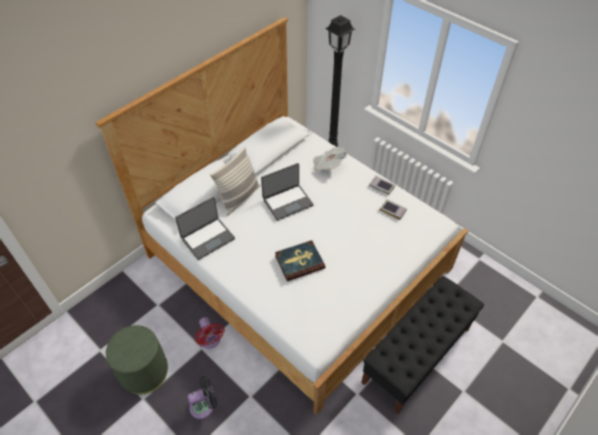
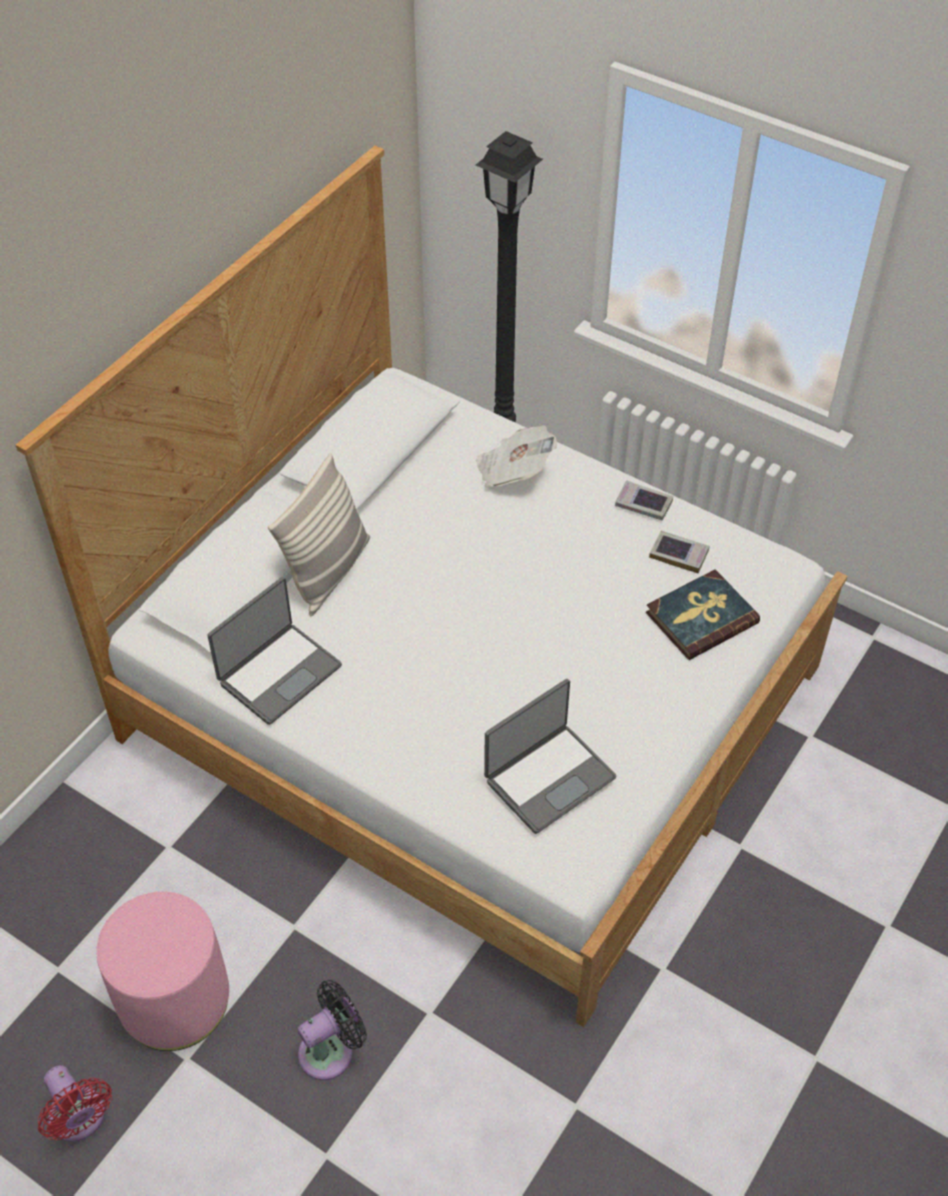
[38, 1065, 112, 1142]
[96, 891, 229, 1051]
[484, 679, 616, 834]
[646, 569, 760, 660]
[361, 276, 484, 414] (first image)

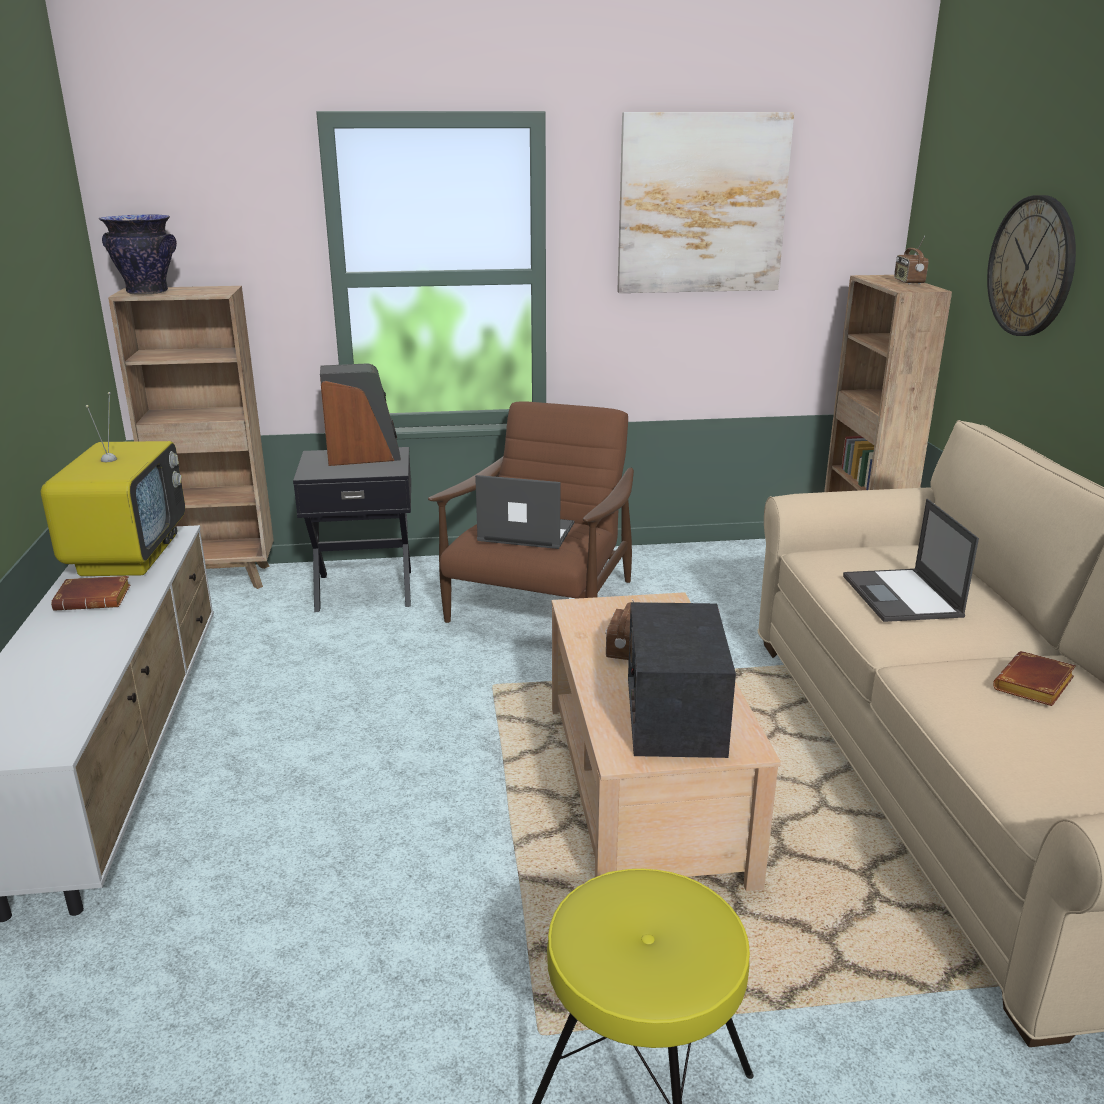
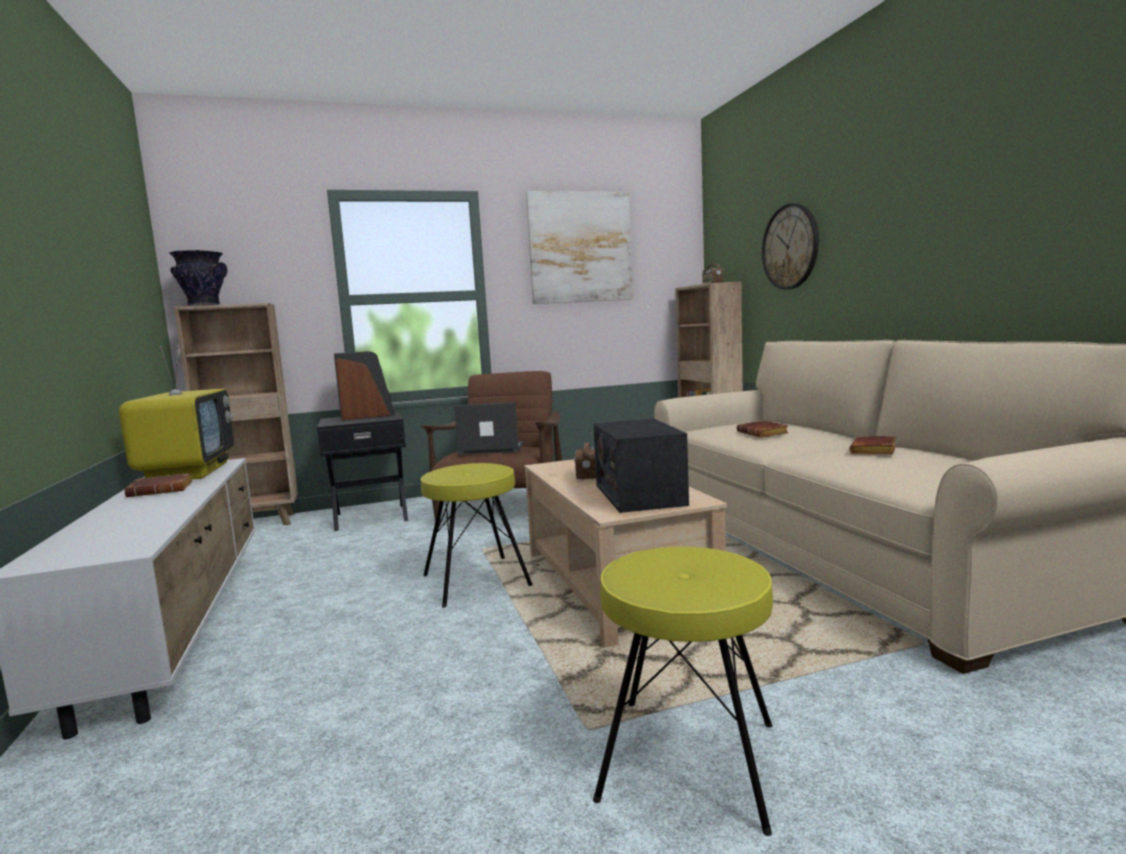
[421, 463, 533, 608]
[737, 420, 789, 438]

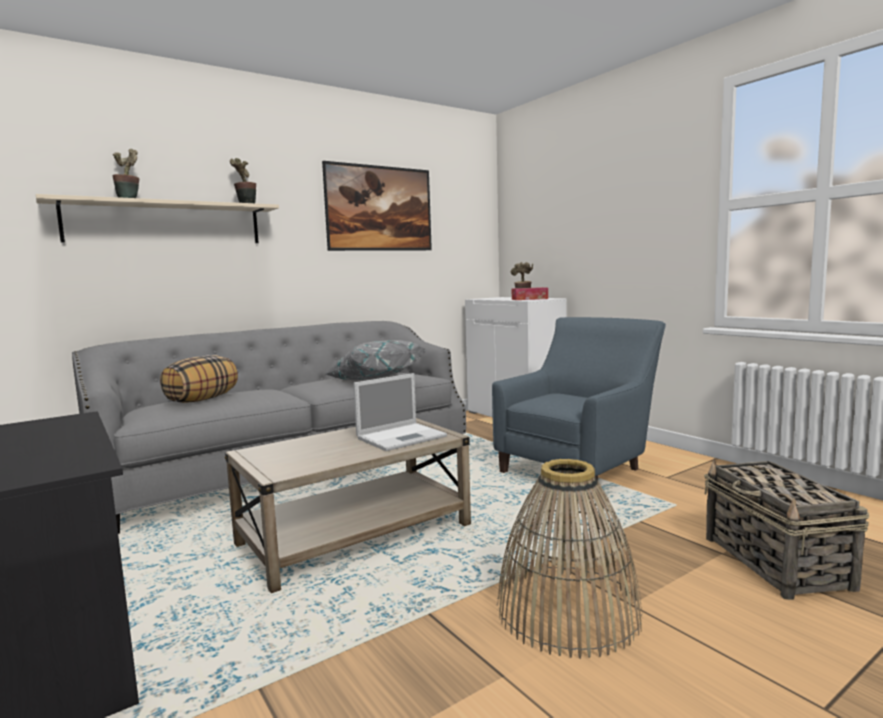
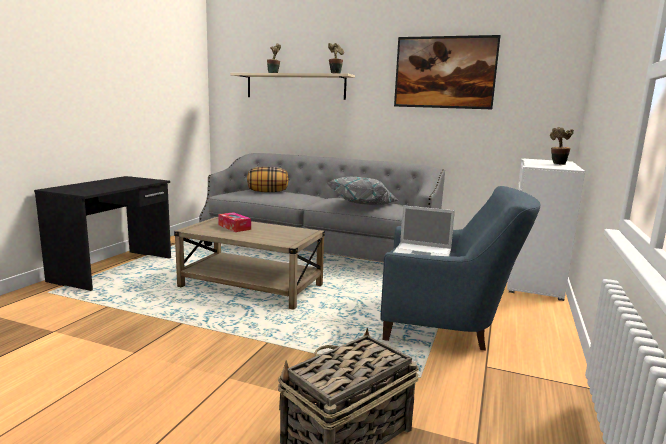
[218, 212, 251, 232]
[394, 205, 455, 256]
[497, 459, 642, 659] (first image)

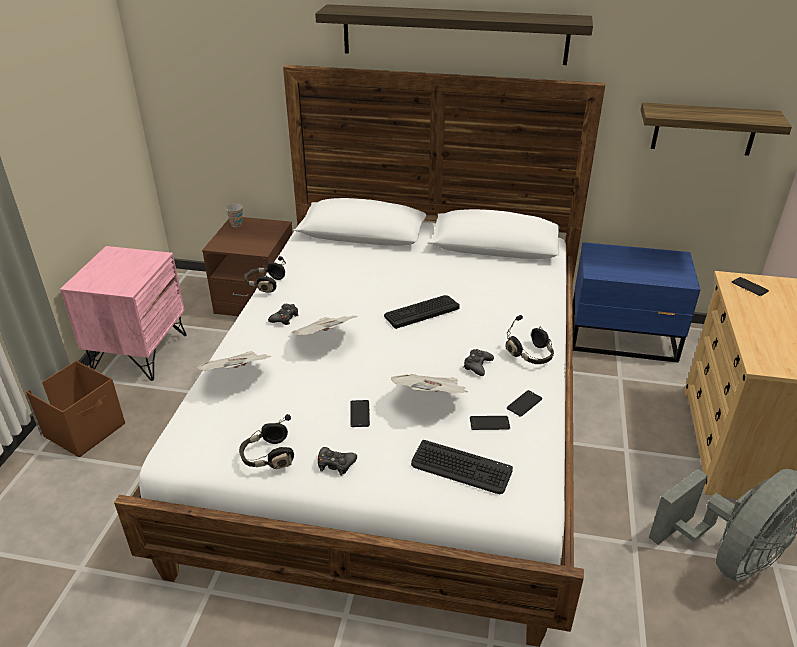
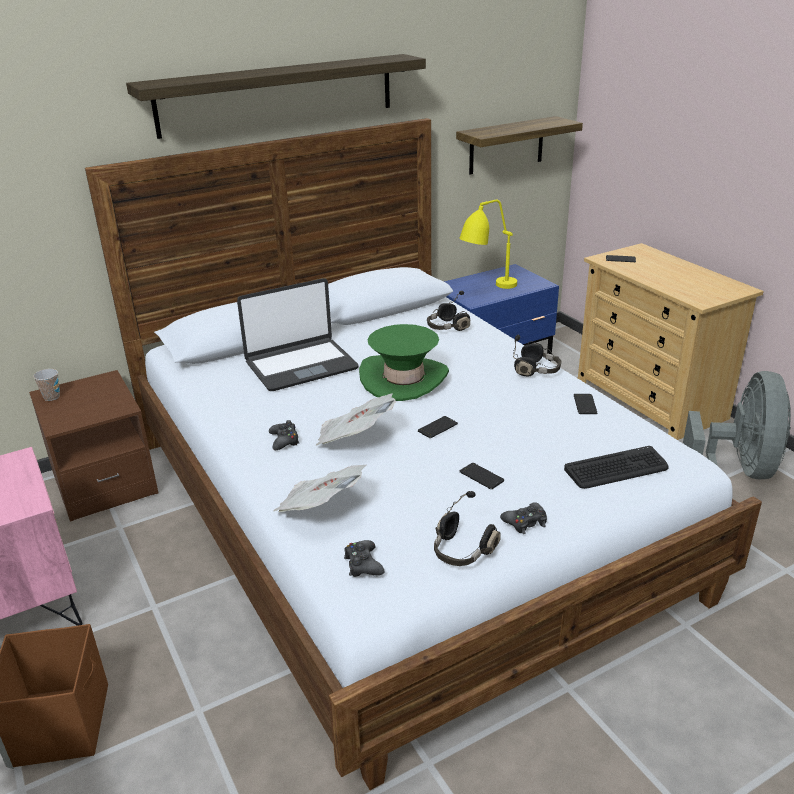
[237, 278, 359, 391]
[344, 540, 384, 577]
[359, 324, 449, 401]
[418, 416, 458, 438]
[427, 291, 470, 331]
[460, 200, 517, 289]
[391, 374, 468, 394] (first image)

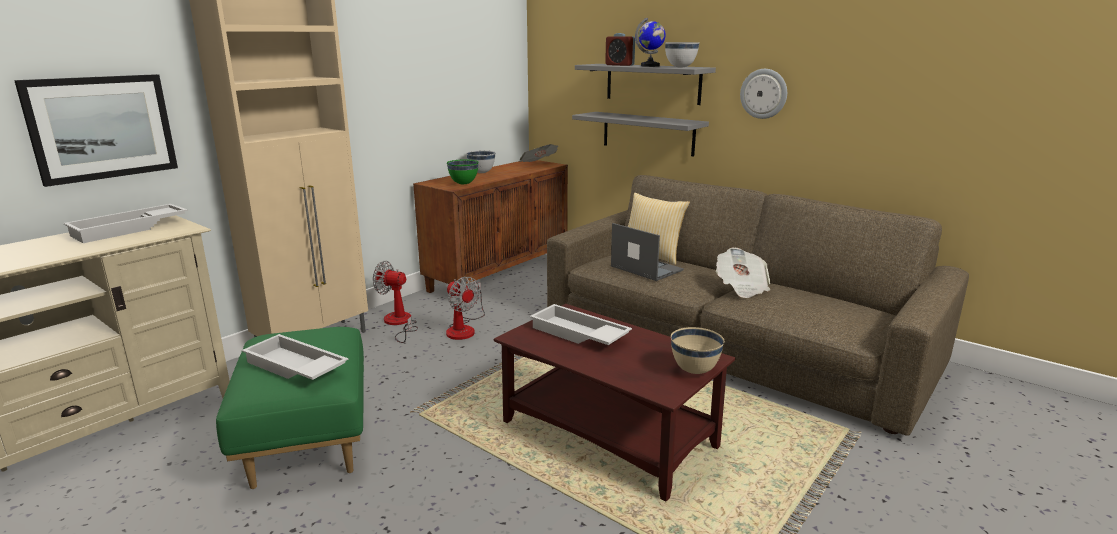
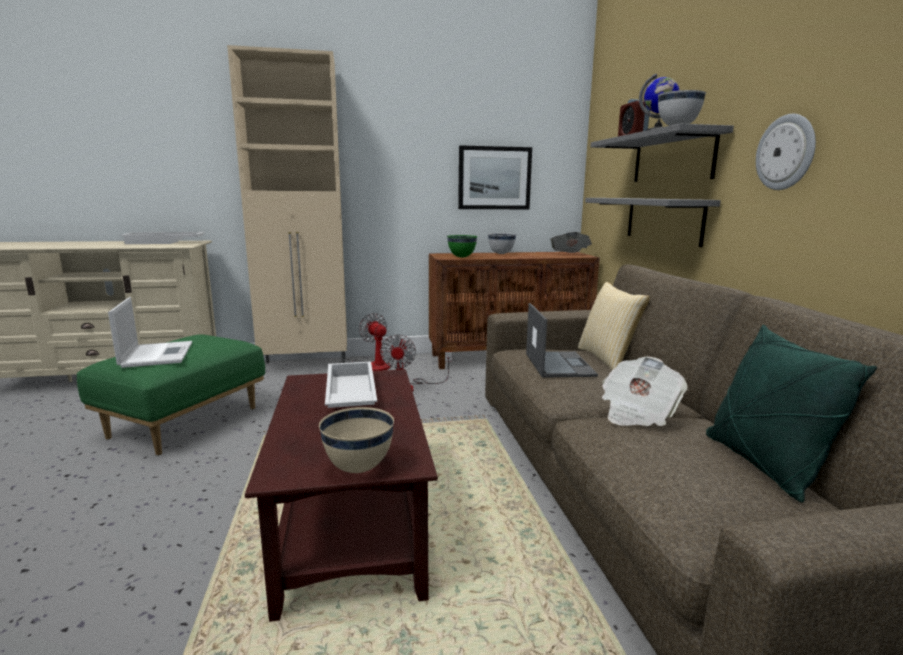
[108, 297, 192, 368]
[458, 145, 532, 209]
[706, 325, 877, 503]

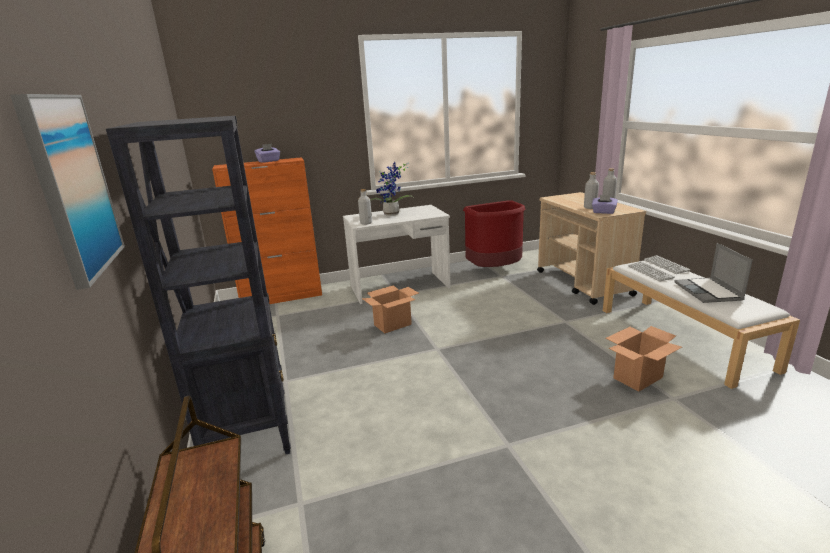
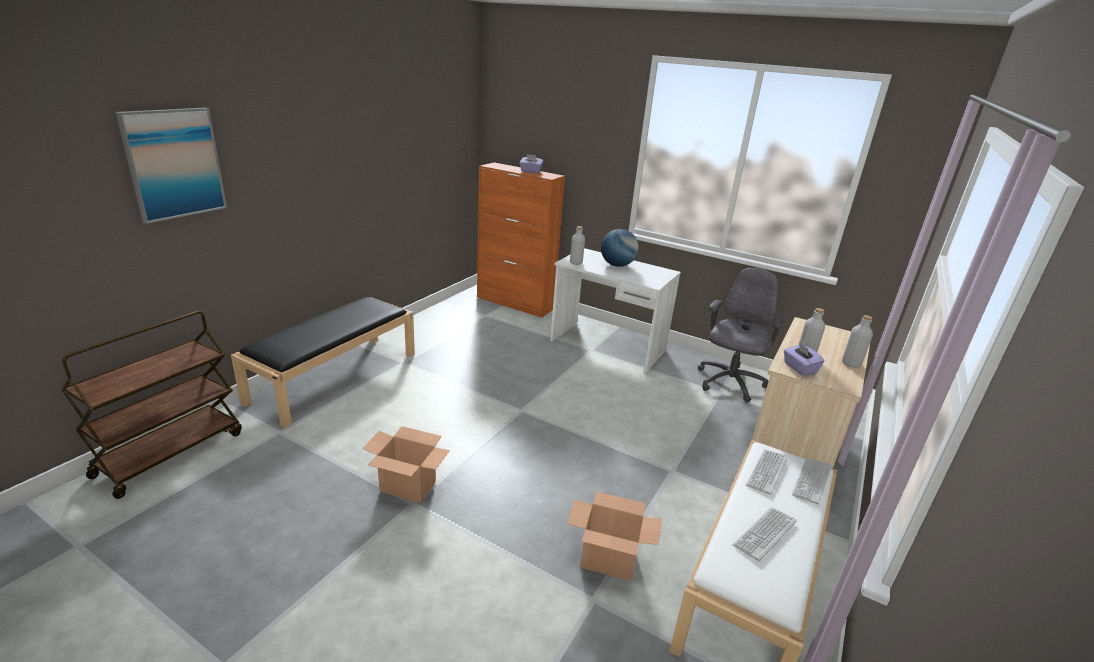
[231, 297, 415, 428]
[362, 426, 450, 503]
[601, 229, 639, 267]
[698, 268, 785, 403]
[733, 507, 797, 561]

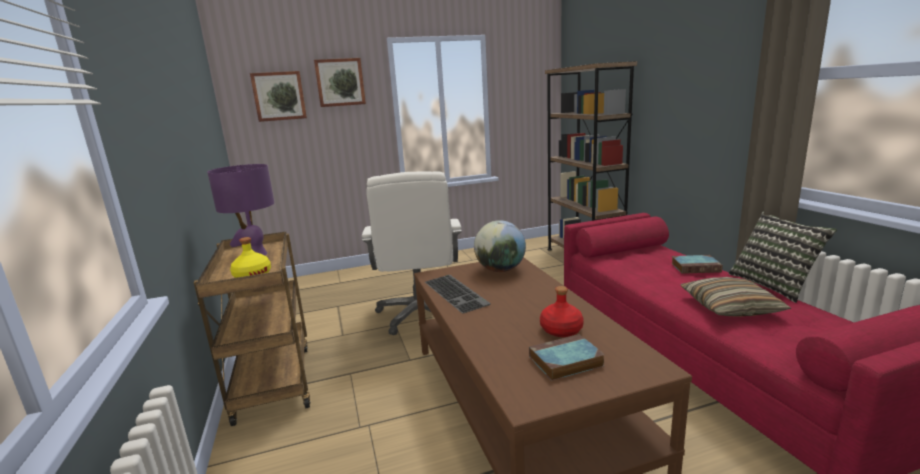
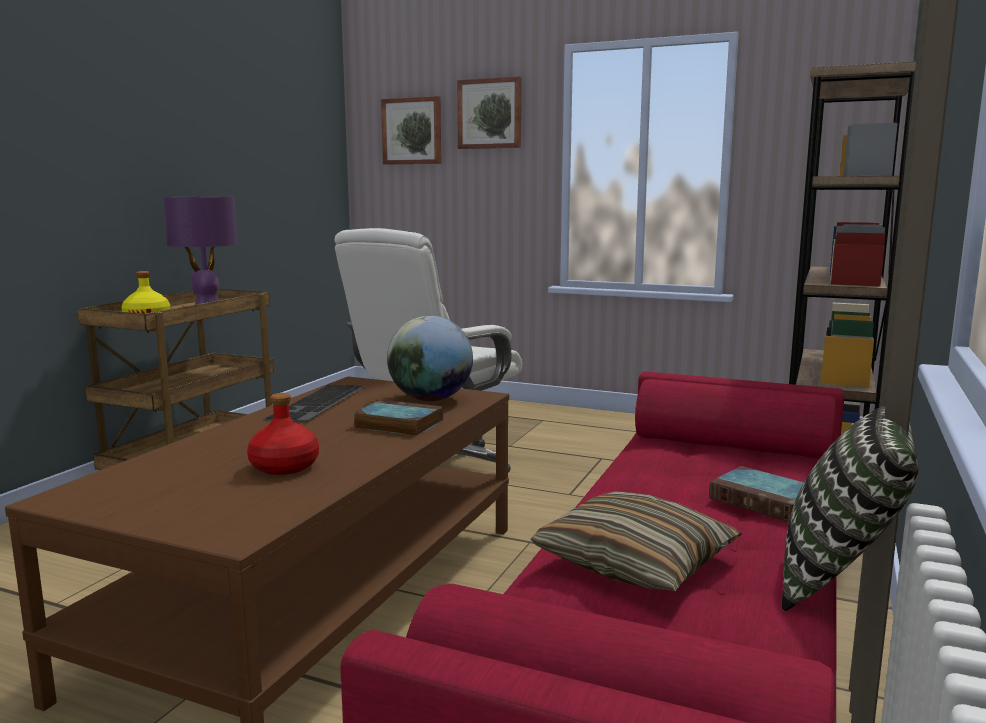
[353, 400, 443, 436]

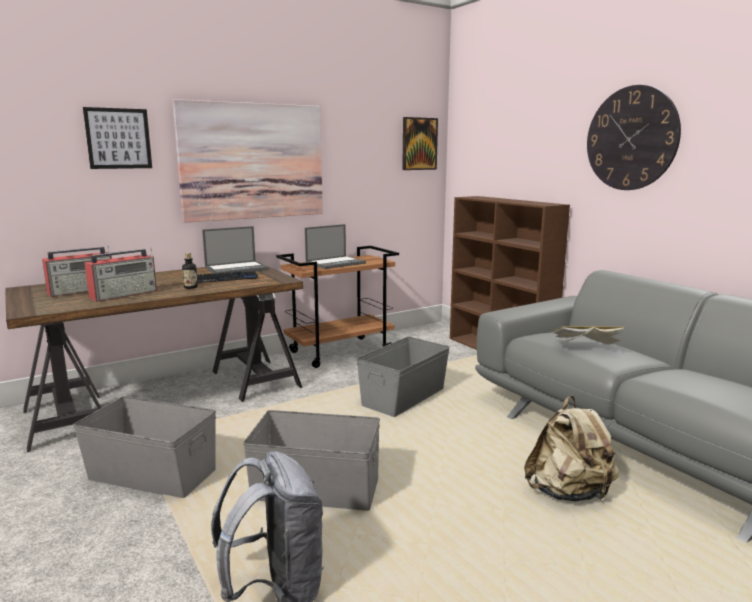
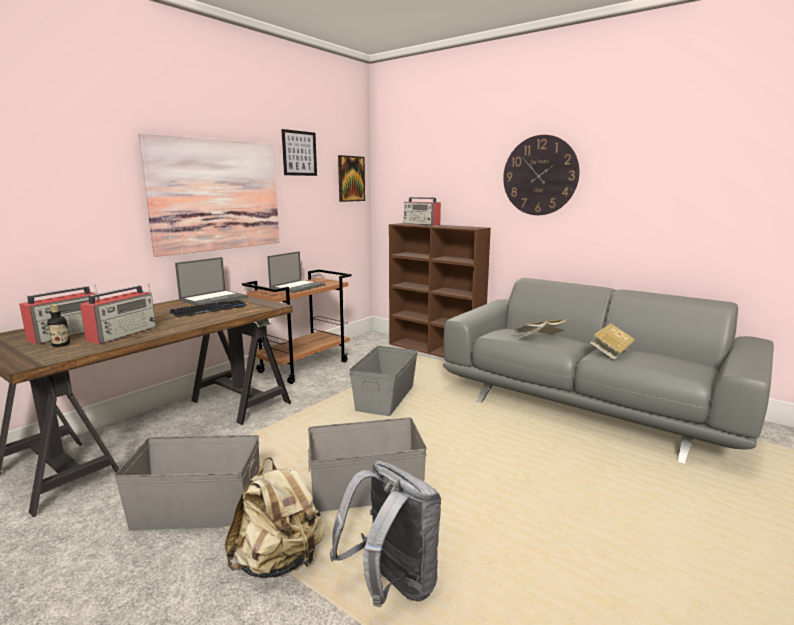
[47, 305, 70, 347]
[224, 457, 326, 578]
[281, 129, 317, 176]
[404, 196, 441, 226]
[590, 323, 635, 360]

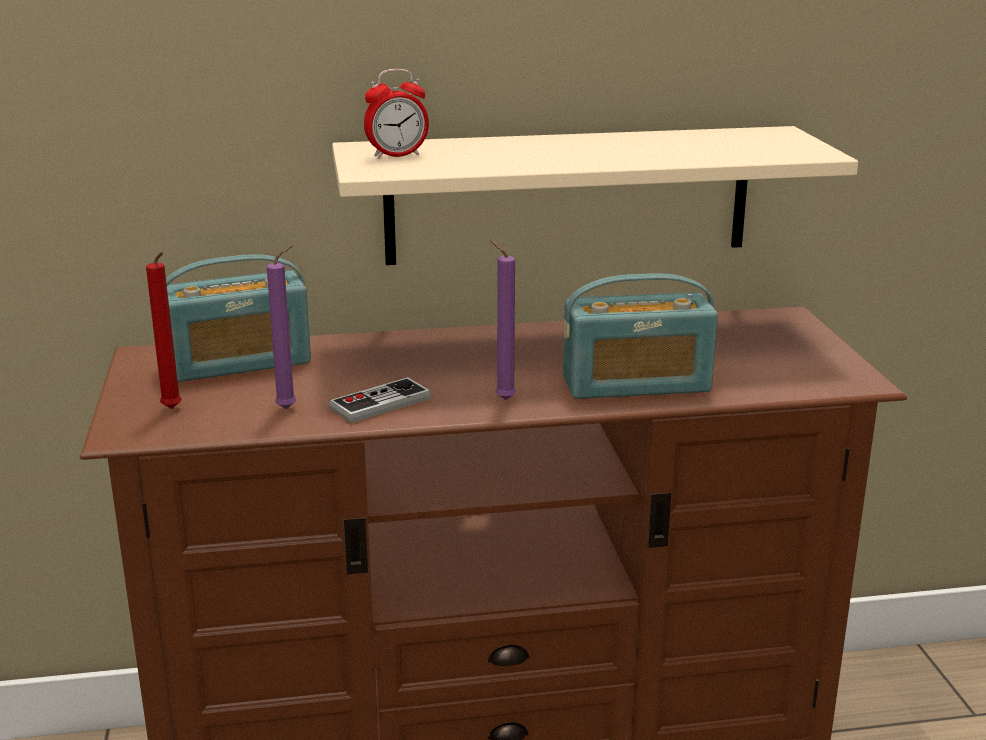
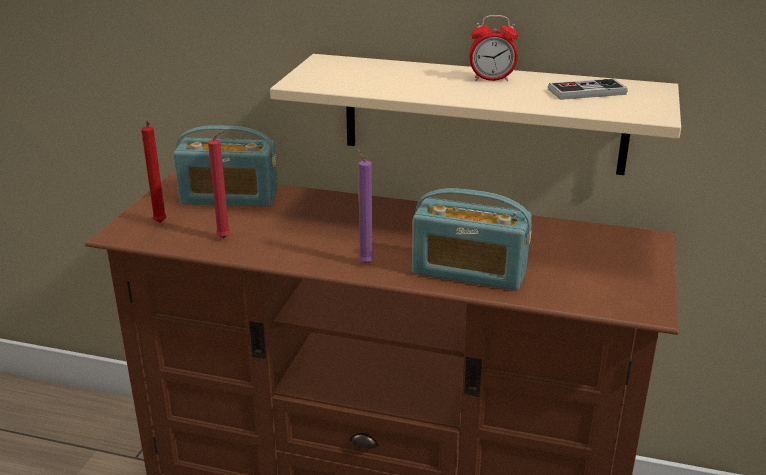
[208, 130, 231, 238]
[469, 15, 518, 81]
[548, 78, 627, 100]

